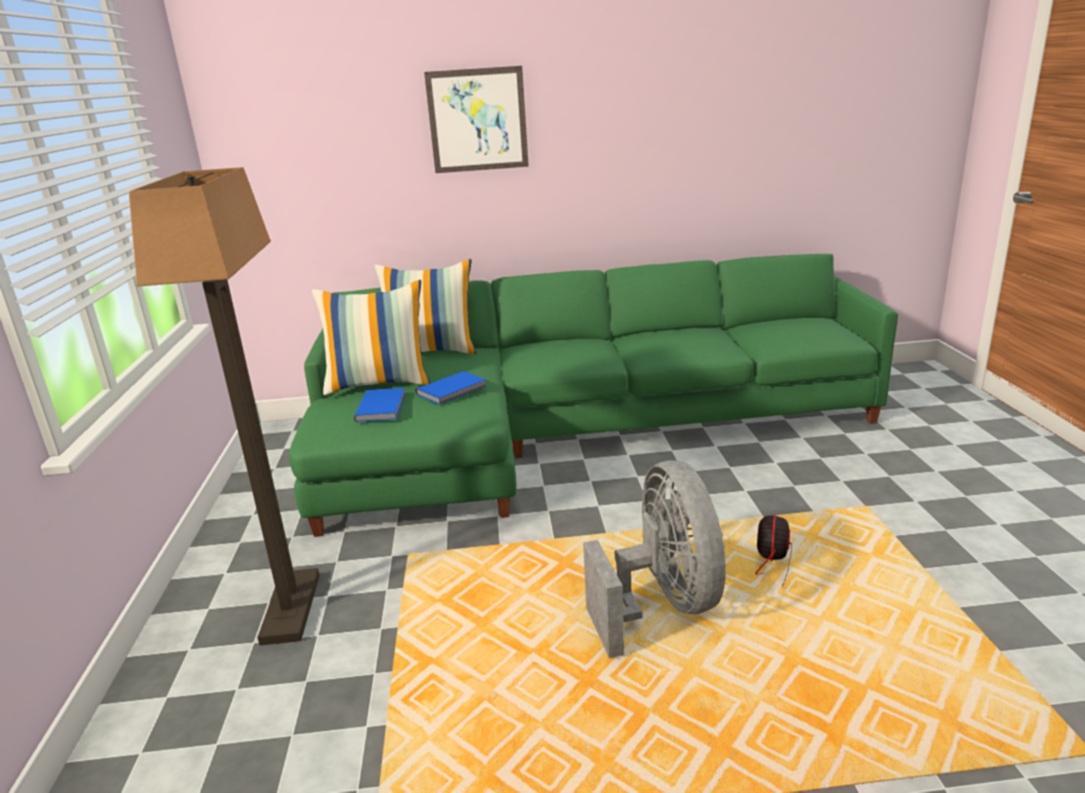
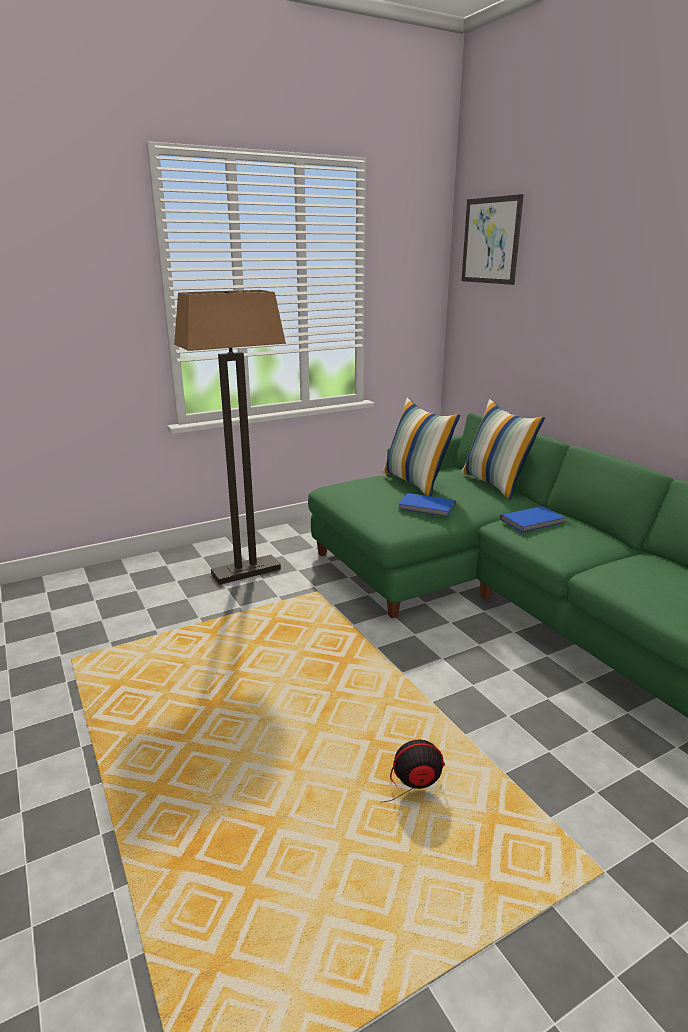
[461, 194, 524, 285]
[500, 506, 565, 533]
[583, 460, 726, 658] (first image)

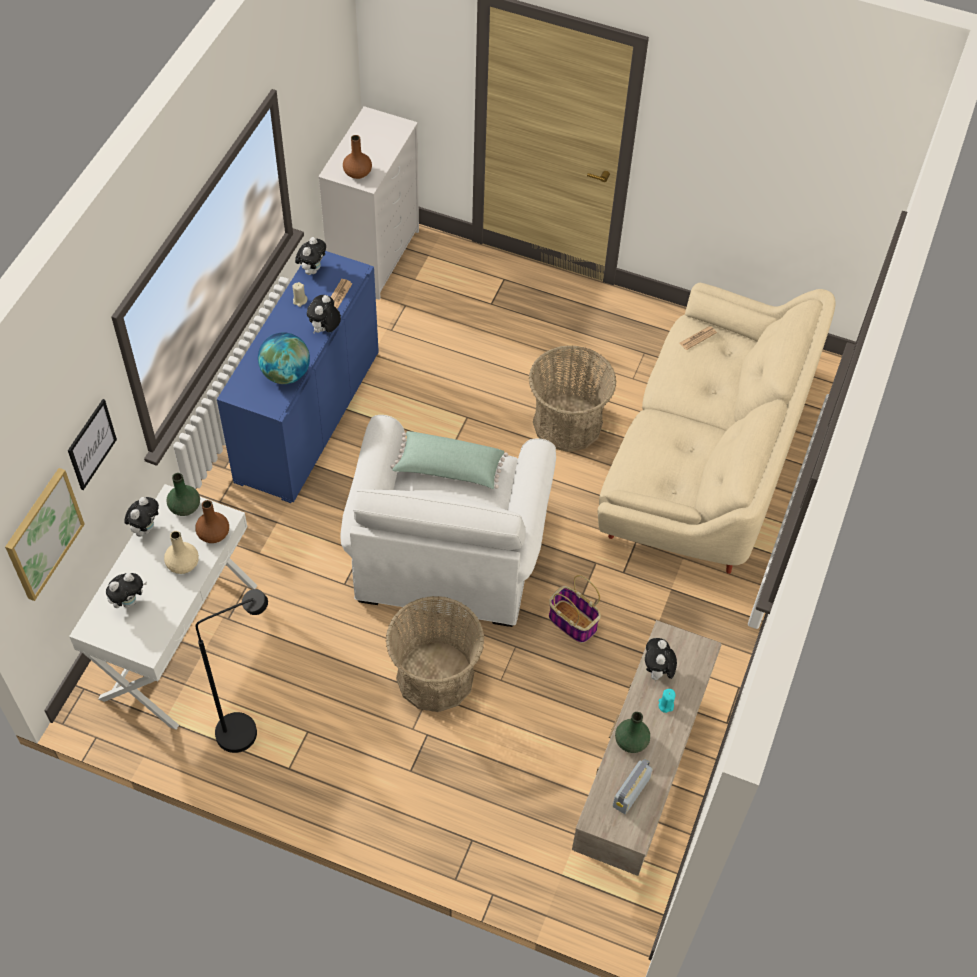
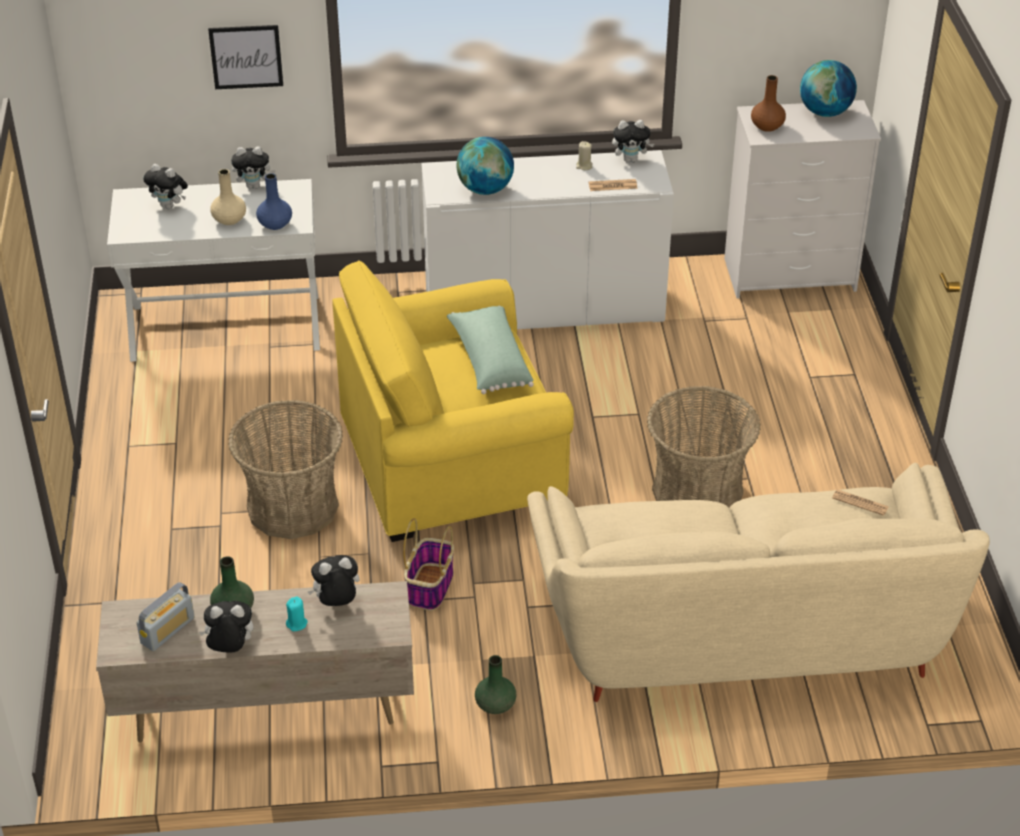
[137, 582, 195, 651]
[199, 601, 254, 653]
[256, 173, 292, 230]
[332, 260, 574, 542]
[421, 150, 674, 329]
[475, 655, 516, 714]
[800, 60, 857, 117]
[5, 468, 85, 601] (first image)
[196, 589, 268, 753] (first image)

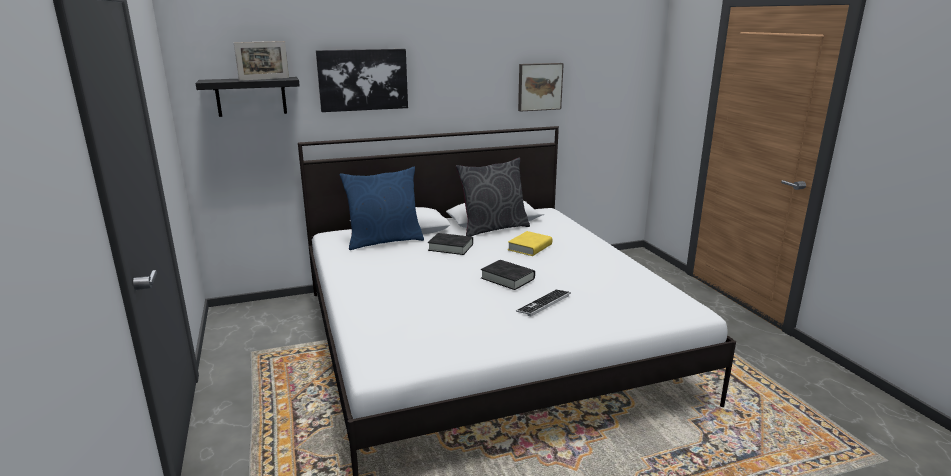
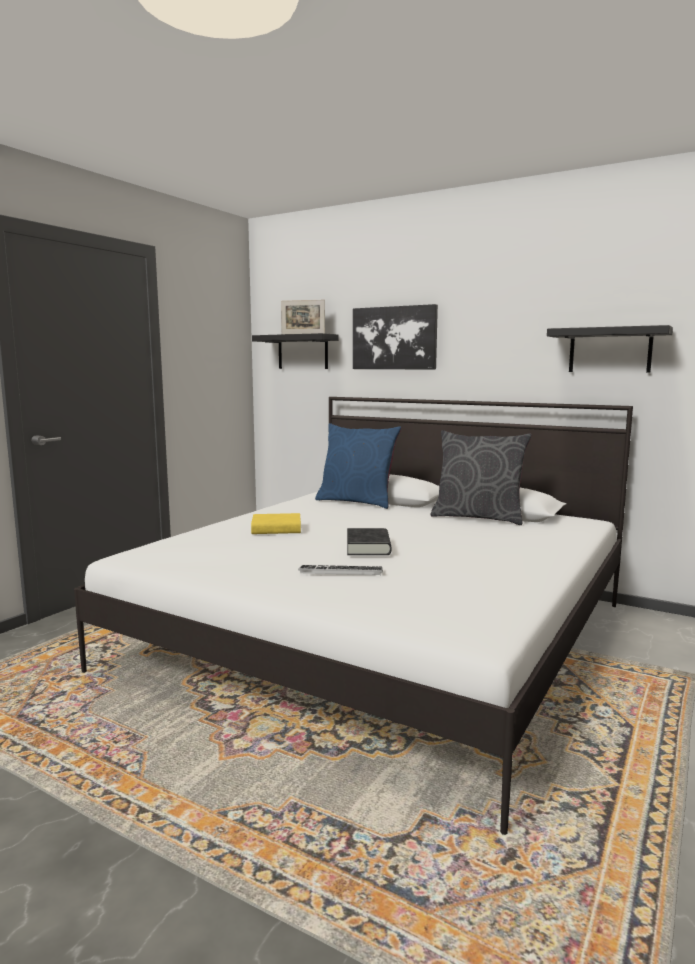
[251, 513, 301, 534]
[547, 325, 673, 372]
[428, 233, 473, 255] (first image)

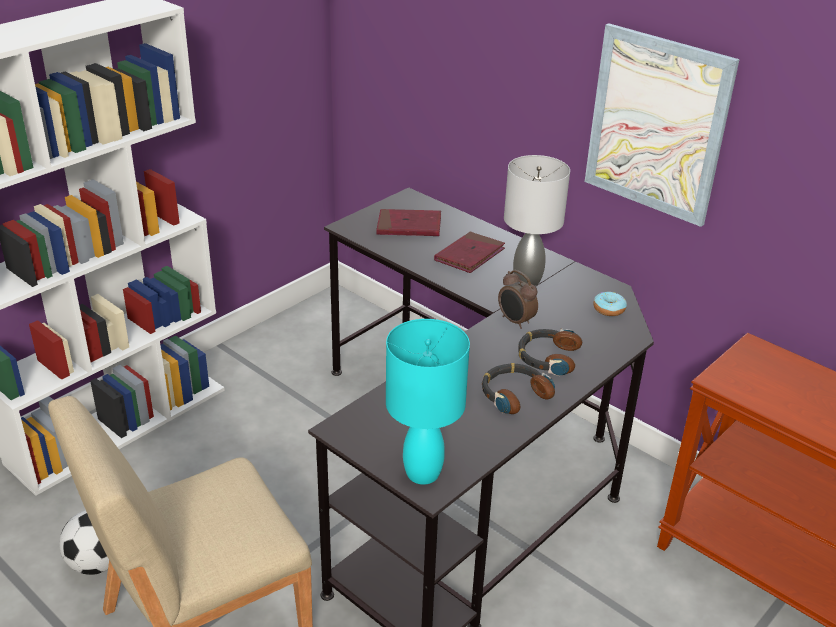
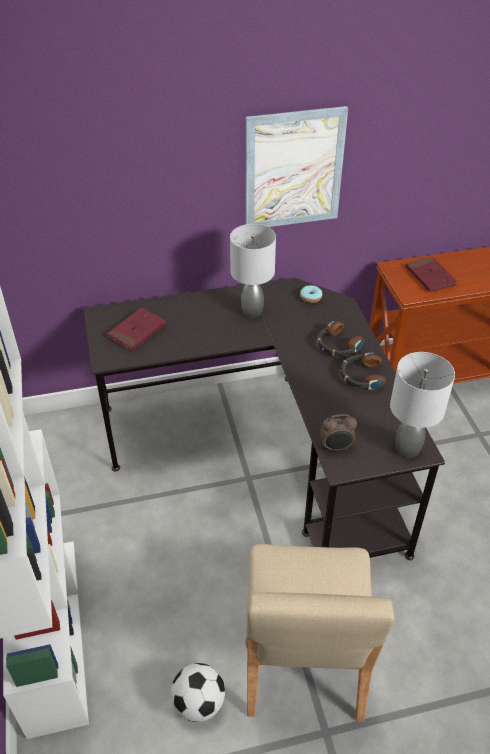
[320, 414, 357, 452]
[390, 352, 455, 458]
[406, 257, 457, 292]

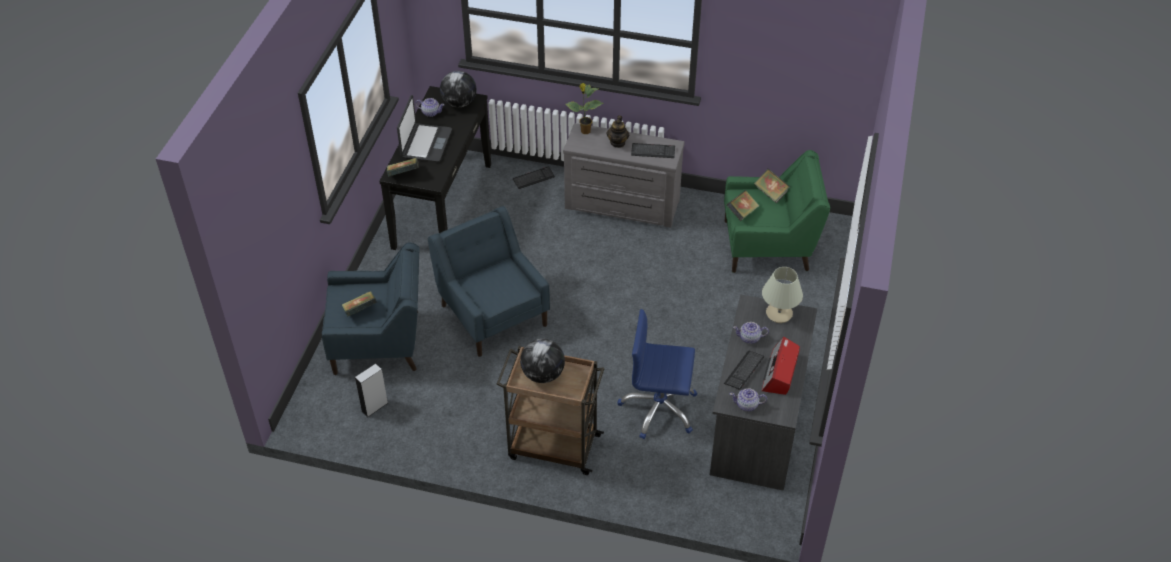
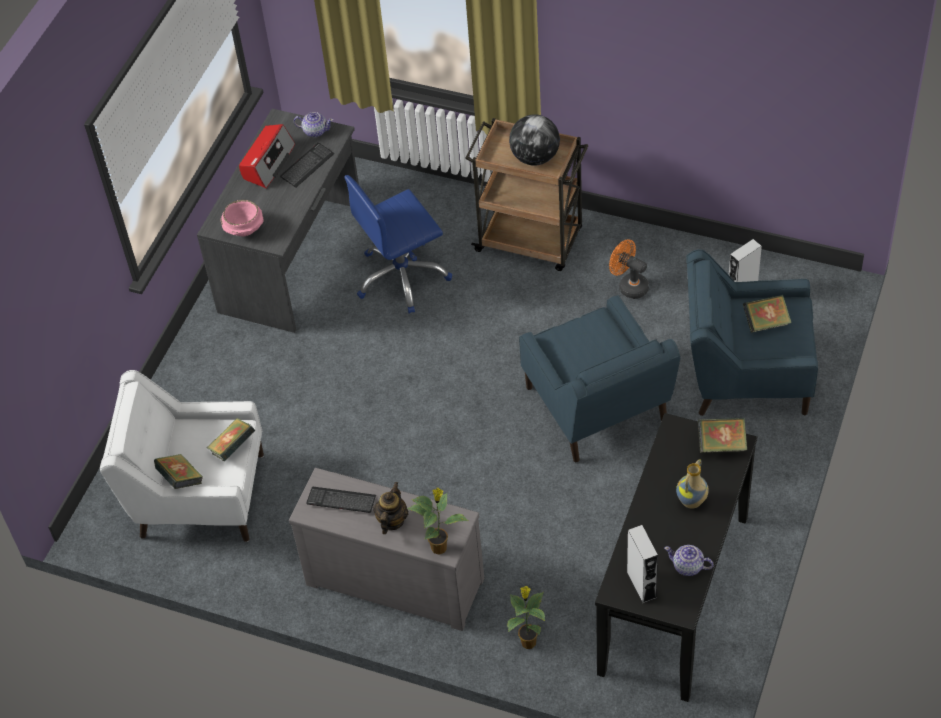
[100, 370, 264, 542]
[221, 200, 263, 236]
[344, 175, 452, 314]
[507, 586, 545, 649]
[609, 239, 649, 299]
[627, 525, 658, 603]
[676, 459, 709, 509]
[733, 322, 769, 344] (first image)

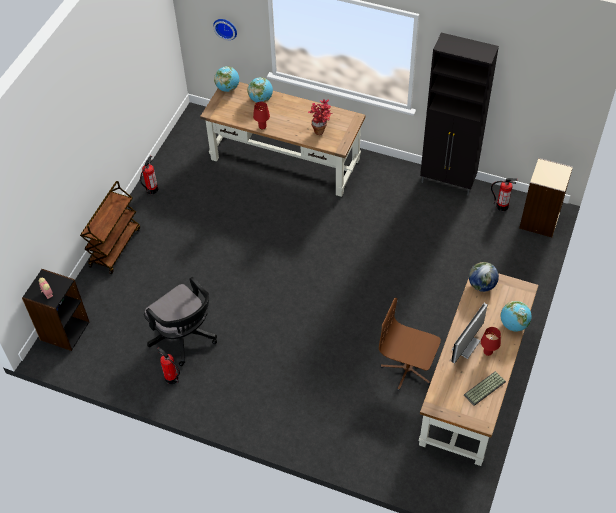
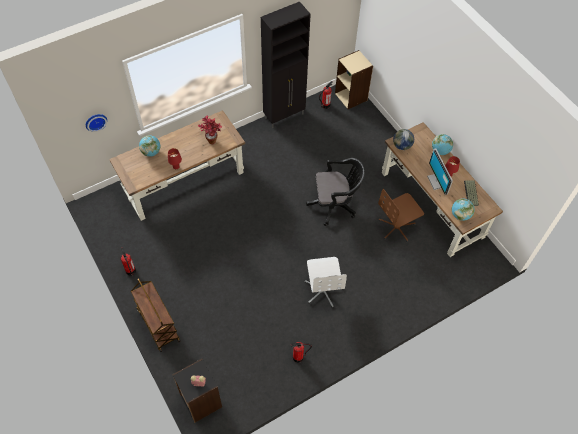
[305, 257, 347, 308]
[306, 158, 365, 226]
[452, 198, 475, 221]

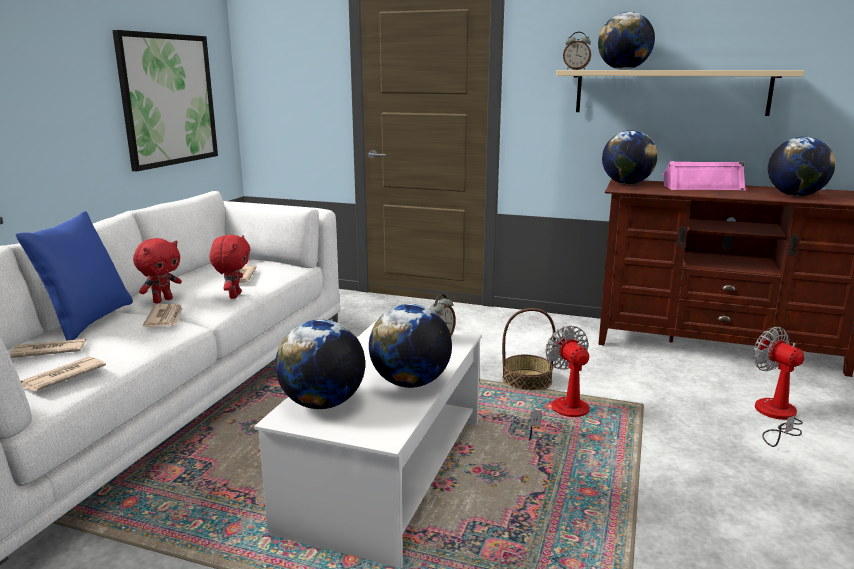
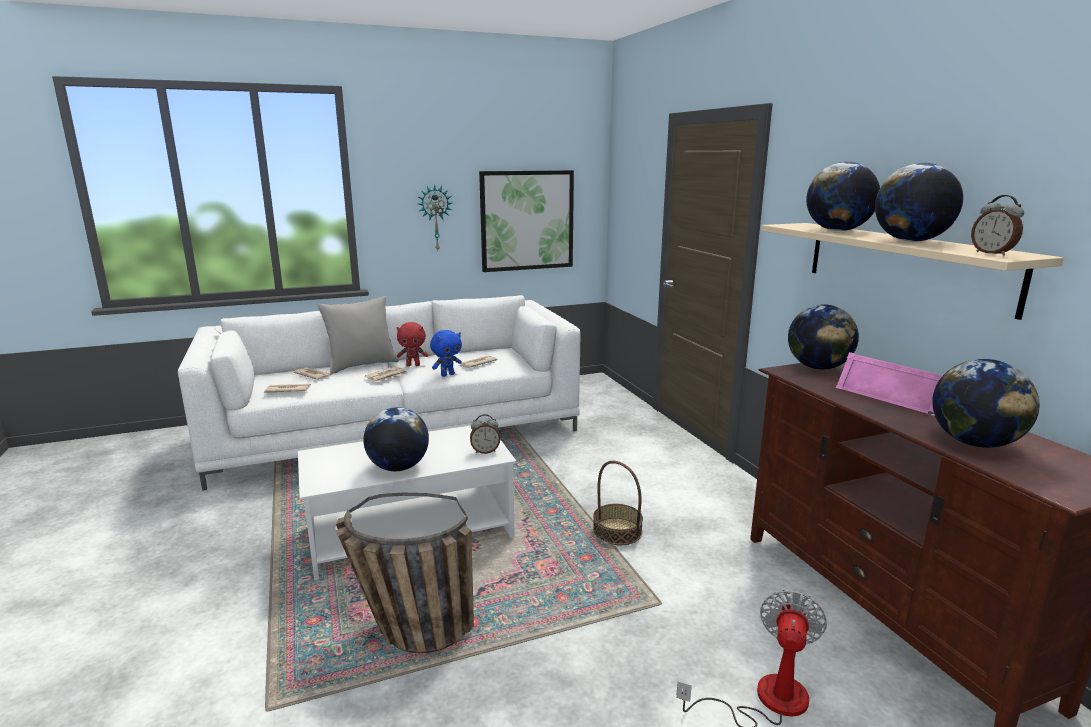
[317, 296, 399, 374]
[336, 493, 474, 653]
[418, 184, 452, 250]
[430, 330, 462, 377]
[875, 163, 963, 242]
[971, 195, 1024, 256]
[529, 325, 590, 441] (first image)

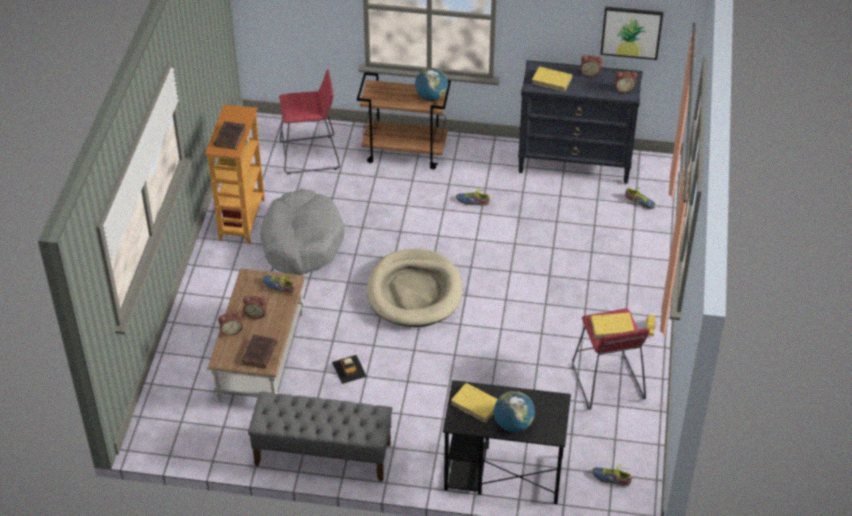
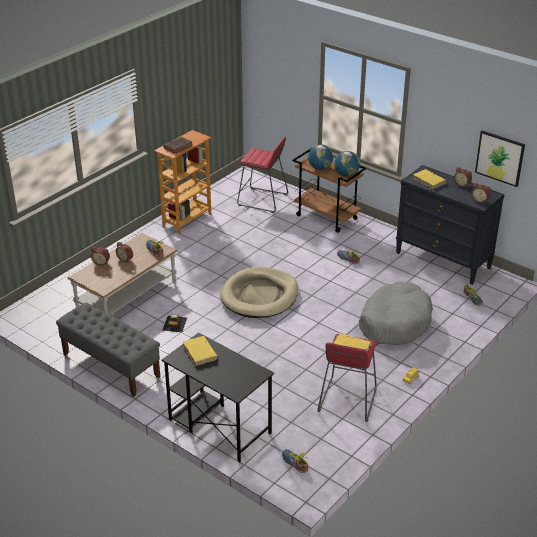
[308, 145, 333, 170]
[359, 281, 433, 345]
[242, 335, 277, 369] (first image)

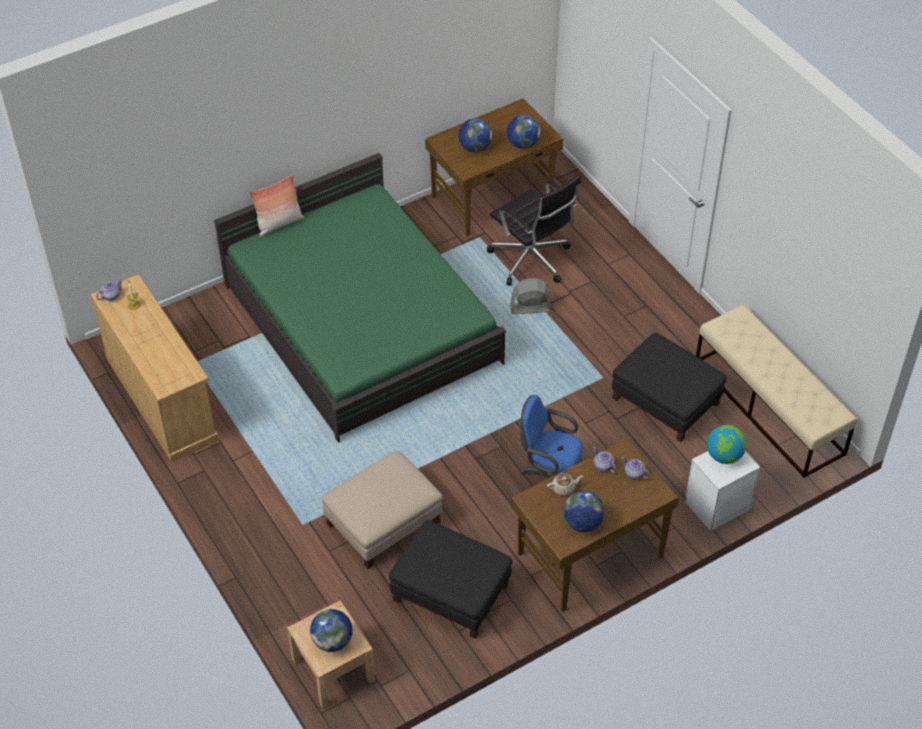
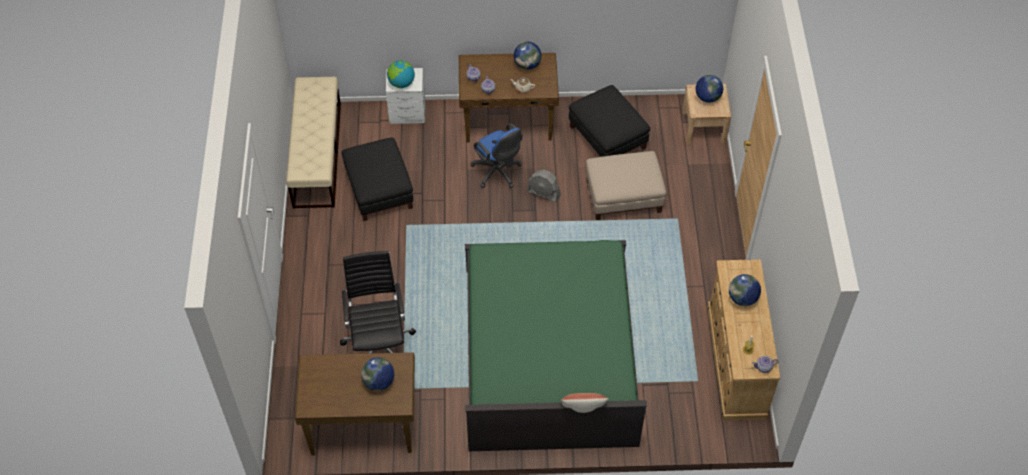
[527, 169, 561, 202]
[729, 274, 761, 306]

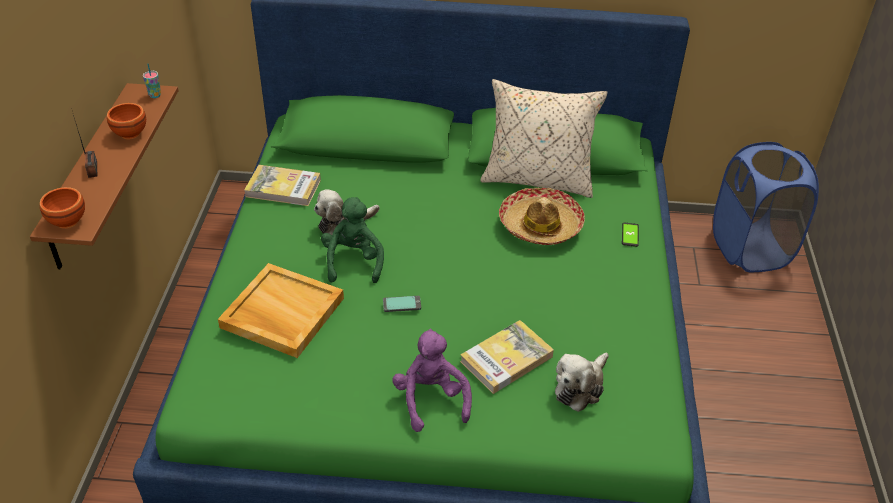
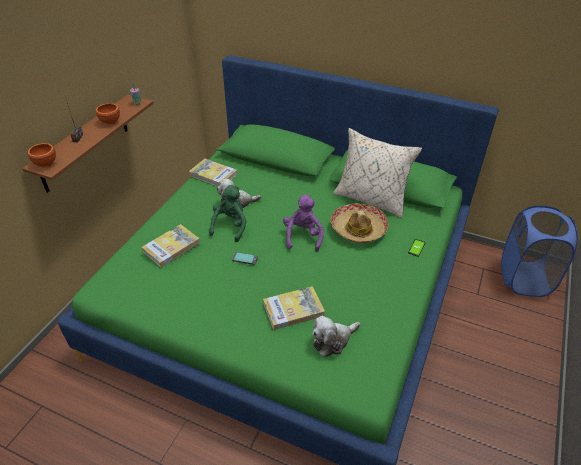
[142, 224, 200, 268]
[283, 195, 324, 251]

